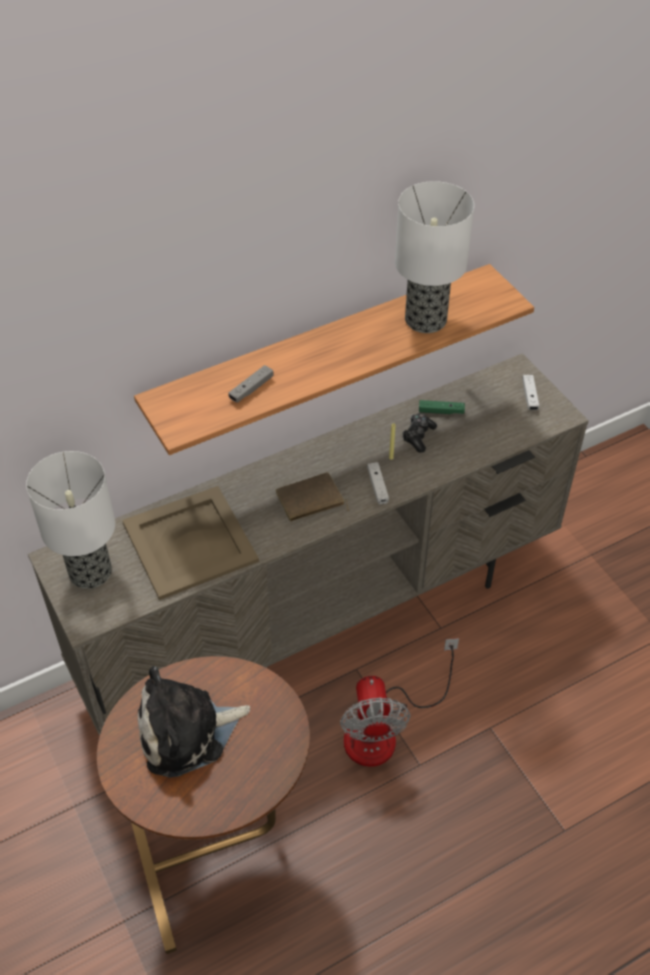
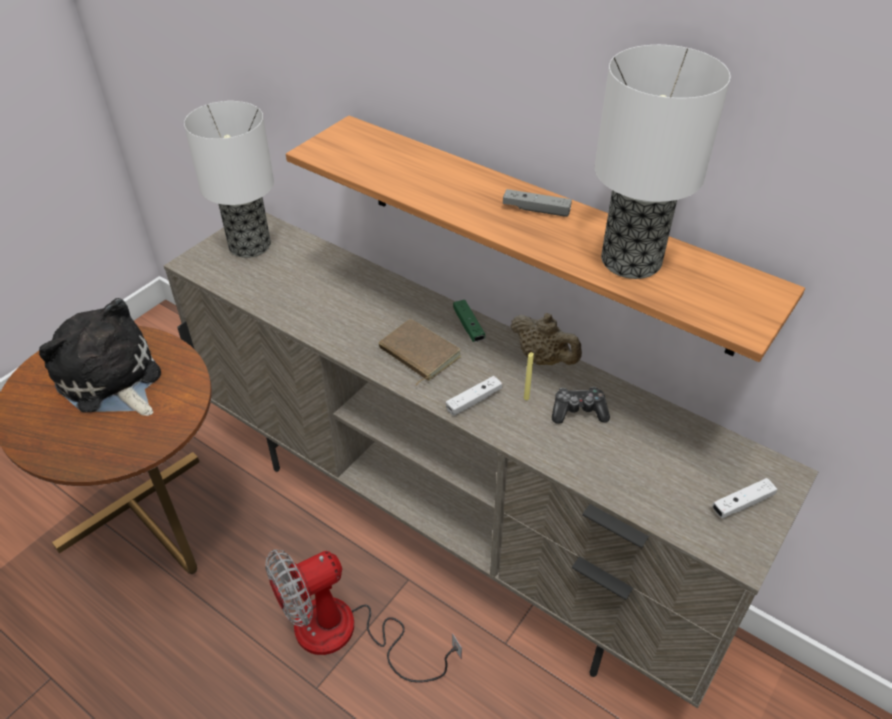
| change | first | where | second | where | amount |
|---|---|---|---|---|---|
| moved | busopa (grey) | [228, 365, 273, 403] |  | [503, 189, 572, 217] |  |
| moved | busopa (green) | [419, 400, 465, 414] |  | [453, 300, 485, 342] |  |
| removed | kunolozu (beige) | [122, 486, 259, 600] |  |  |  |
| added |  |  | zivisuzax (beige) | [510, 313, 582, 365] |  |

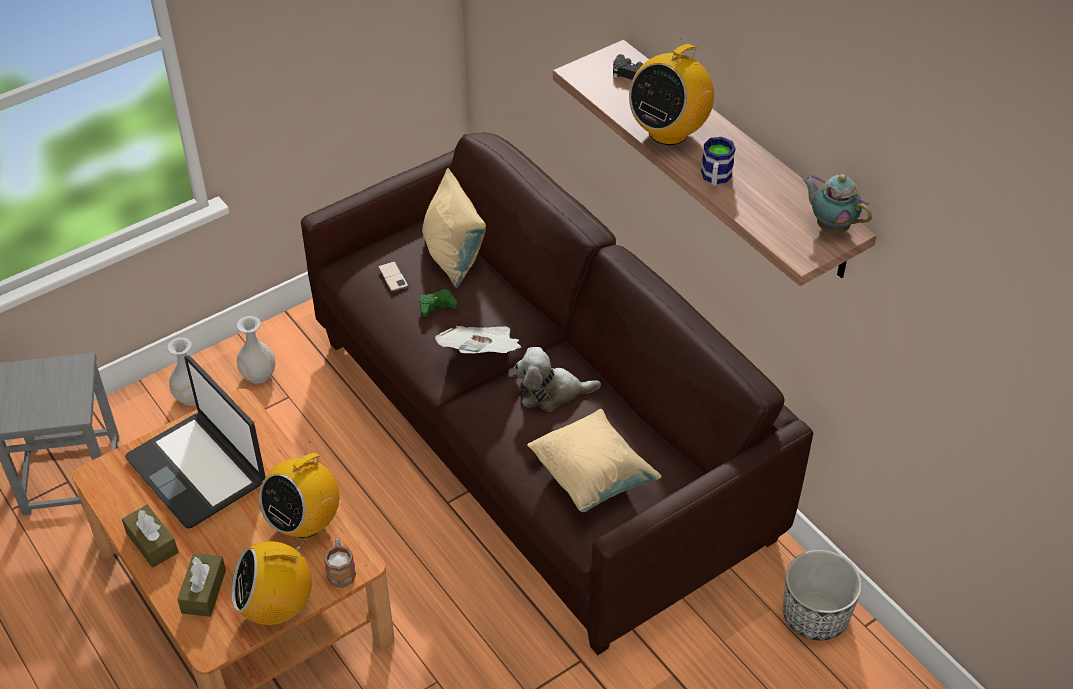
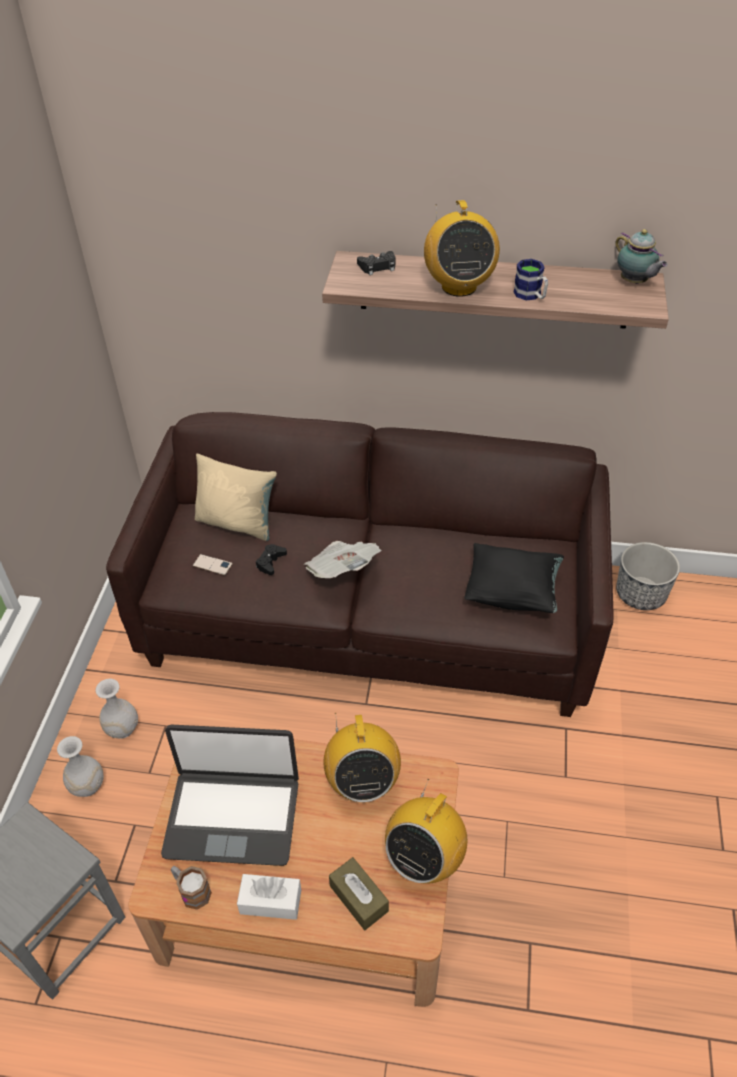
| change | first | where | second | where | amount |
|---|---|---|---|---|---|
| turned | zivisuzax | [802, 174, 872, 233] |  | [615, 229, 668, 284] | 120 degrees counterclockwise |
| recoloured | busopa (green) | [419, 289, 457, 317] | busopa (black) | [256, 544, 287, 575] |  |
| removed | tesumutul | [514, 347, 601, 412] |  |  |  |
| recoloured | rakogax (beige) | [527, 409, 661, 512] | rakogax (black) | [464, 543, 564, 613] |  |
| recoloured | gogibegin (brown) | [122, 505, 178, 568] | gogibegin (white) | [237, 874, 301, 920] |  |
| moved | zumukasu | [324, 538, 356, 588] |  | [171, 866, 212, 910] |  |

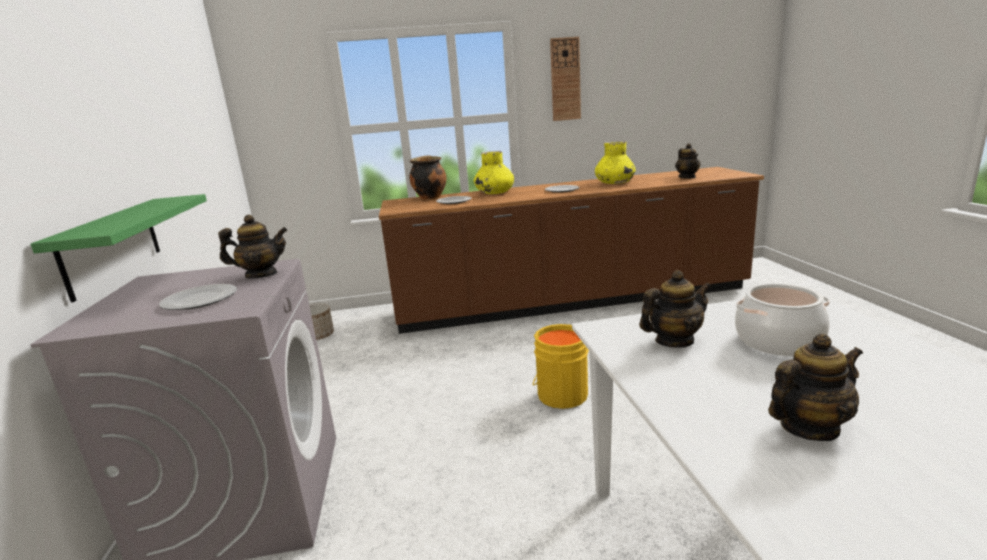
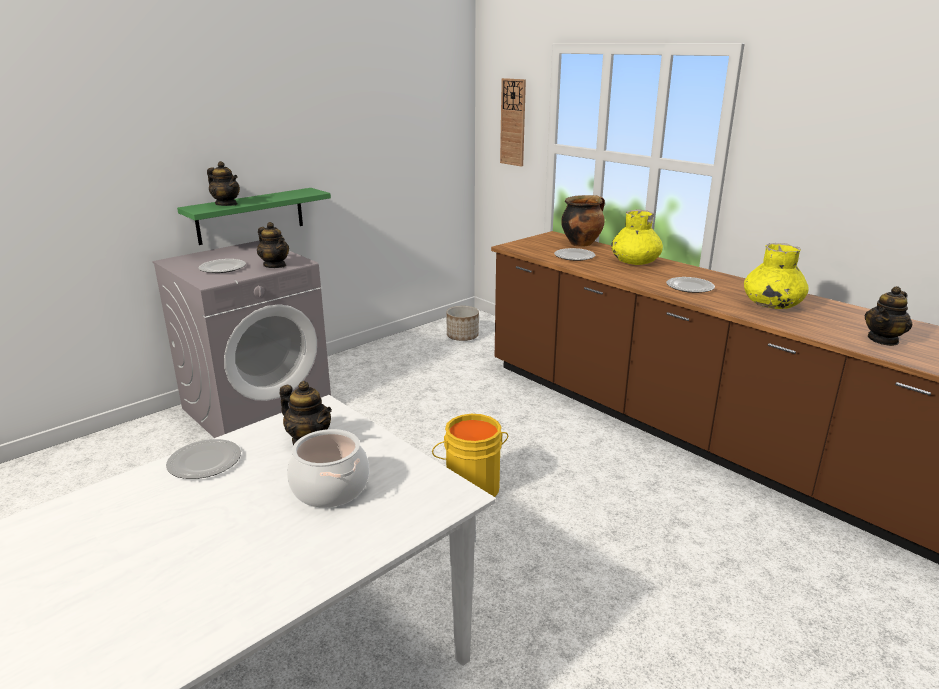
| change | first | where | second | where | amount |
|---|---|---|---|---|---|
| moved | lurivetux | [550, 37, 581, 121] |  | [500, 78, 526, 167] |  |
| moved | zivisuzax | [768, 333, 863, 441] |  | [207, 161, 240, 206] |  |
| added |  |  | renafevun | [166, 439, 241, 479] |  |

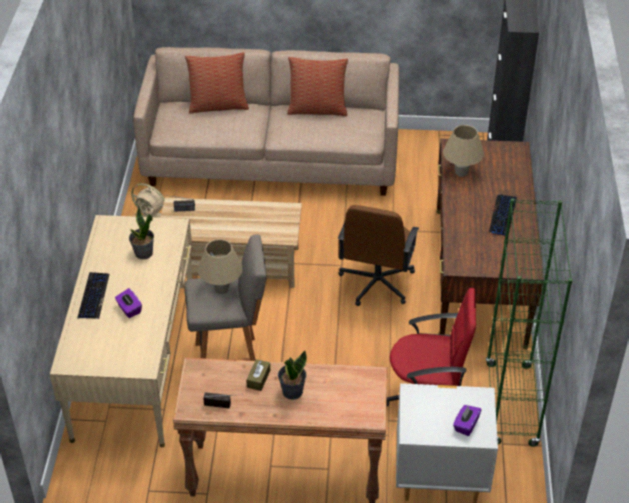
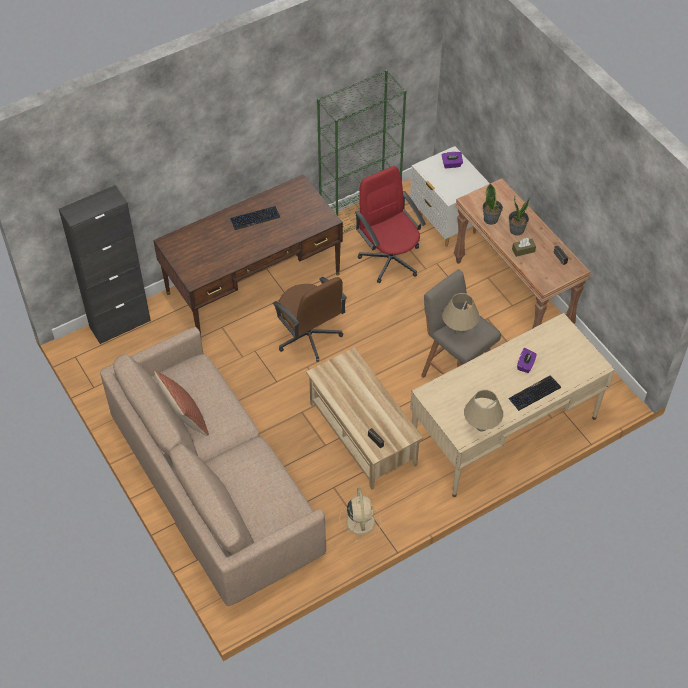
| change | first | where | second | where | amount |
|---|---|---|---|---|---|
| removed | rakogax | [185, 52, 249, 114] |  |  |  |
| moved | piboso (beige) | [443, 125, 484, 177] |  | [464, 390, 503, 432] |  |
| turned | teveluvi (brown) | [338, 205, 419, 306] |  | [272, 277, 347, 362] | 75 degrees clockwise |
| moved | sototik | [129, 206, 154, 259] |  | [483, 183, 503, 225] |  |

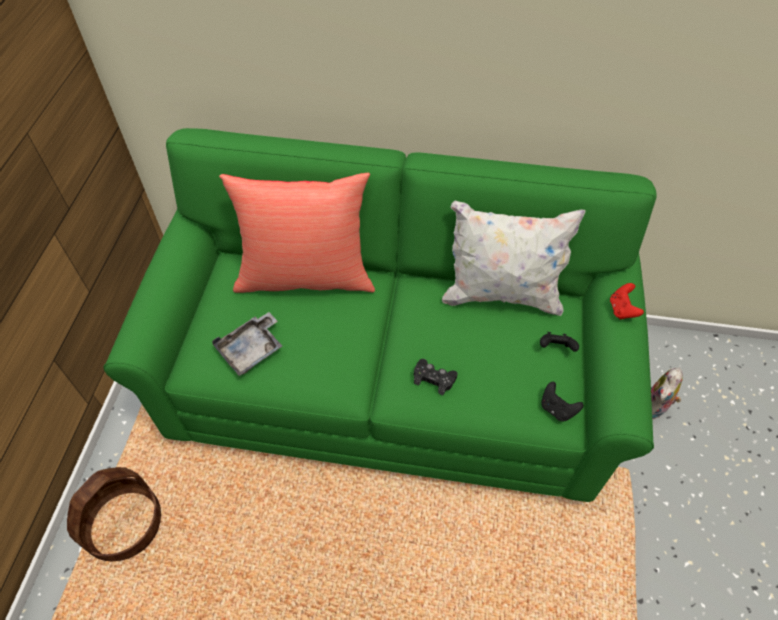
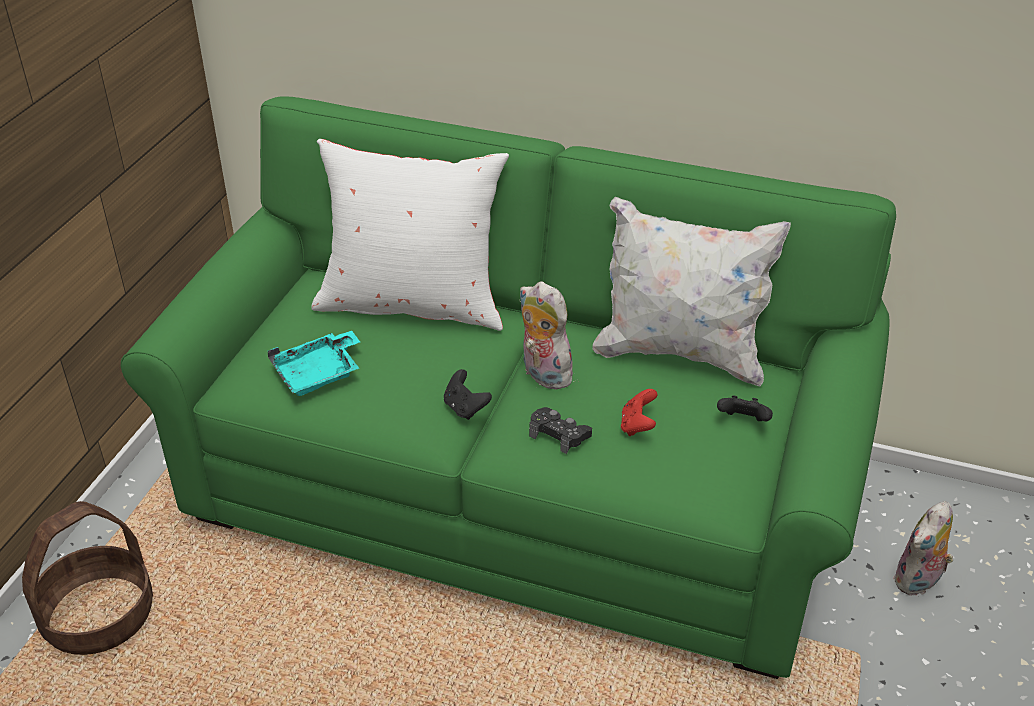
| change | first | where | second | where | amount |
|---|---|---|---|---|---|
| recoloured | rakogax (red) | [219, 173, 375, 293] | rakogax (white) | [311, 139, 509, 331] |  |
| moved | busopa (red) | [610, 283, 644, 319] |  | [621, 389, 657, 436] |  |
| recoloured | kunolozu (grey) | [212, 312, 282, 376] | kunolozu (turquoise) | [268, 331, 360, 396] |  |
| moved | busopa (black) | [541, 382, 583, 422] |  | [444, 369, 492, 420] |  |
| added |  |  | tesumutul | [520, 281, 574, 390] |  |

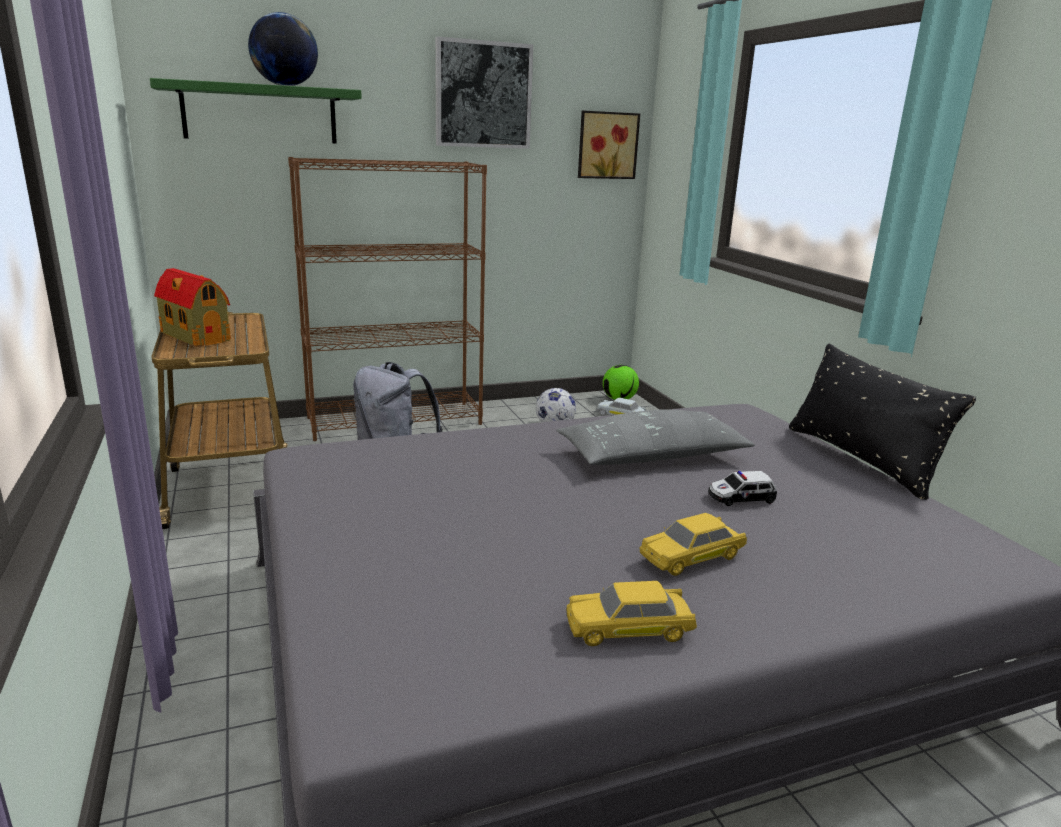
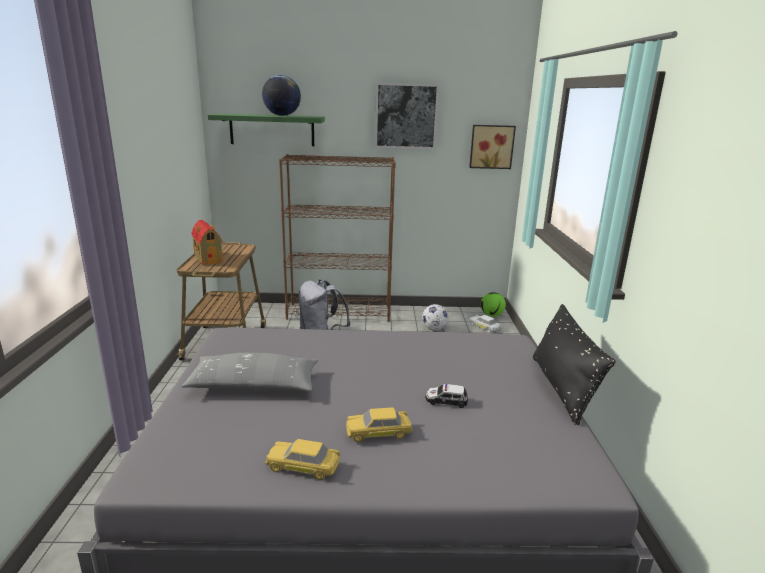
| change | first | where | second | where | amount |
|---|---|---|---|---|---|
| moved | rakogax (grey) | [556, 410, 755, 465] |  | [181, 353, 318, 391] |  |

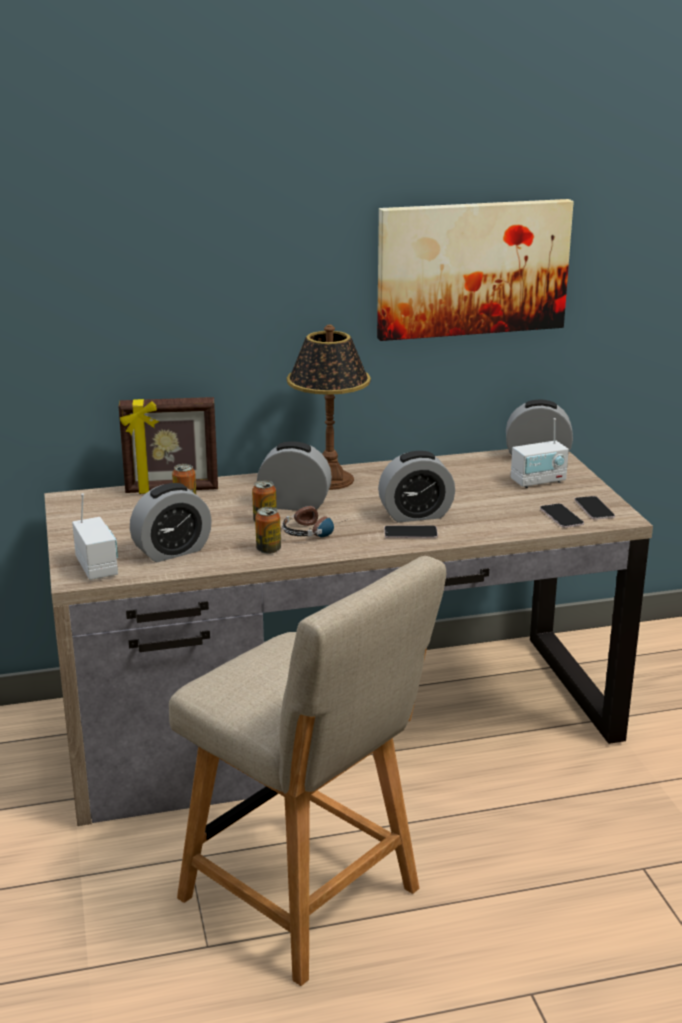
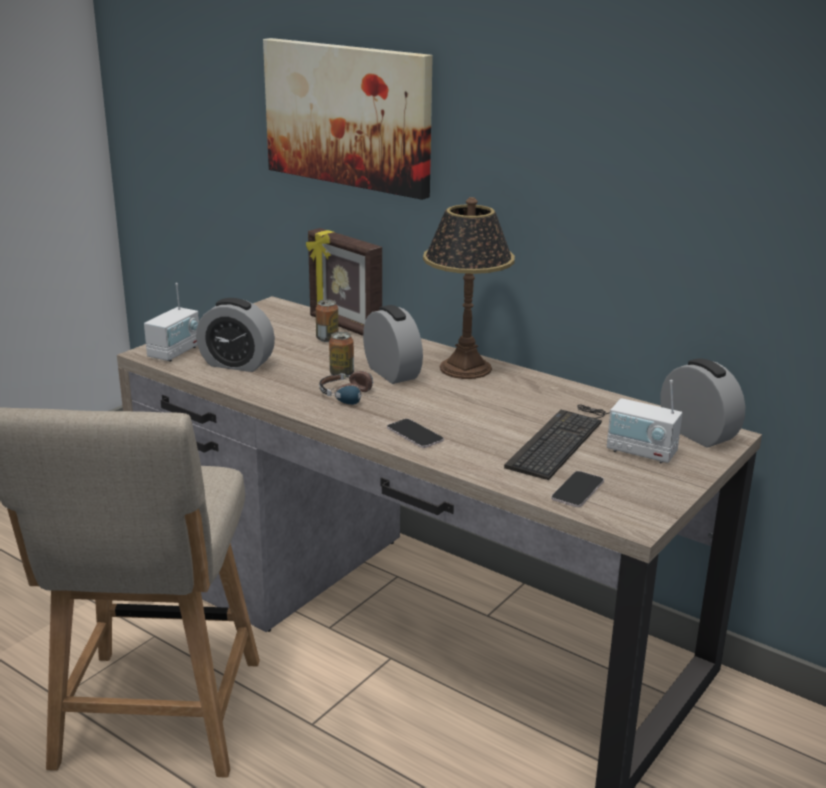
| change | first | where | second | where | amount |
|---|---|---|---|---|---|
| moved | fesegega | [377, 199, 574, 341] |  | [263, 38, 433, 200] |  |
| removed | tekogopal | [378, 451, 455, 523] |  |  |  |
| removed | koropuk | [575, 496, 615, 520] |  |  |  |
| removed | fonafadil | [255, 507, 281, 554] |  |  |  |
| added |  |  | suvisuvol | [504, 405, 610, 480] |  |

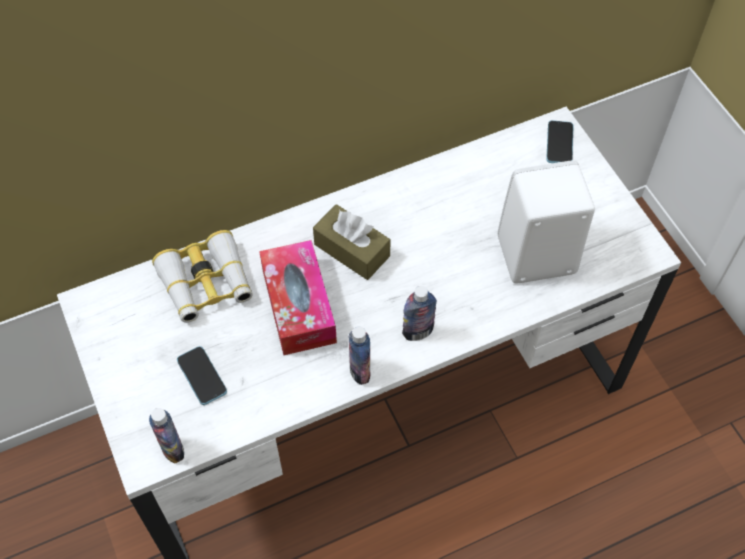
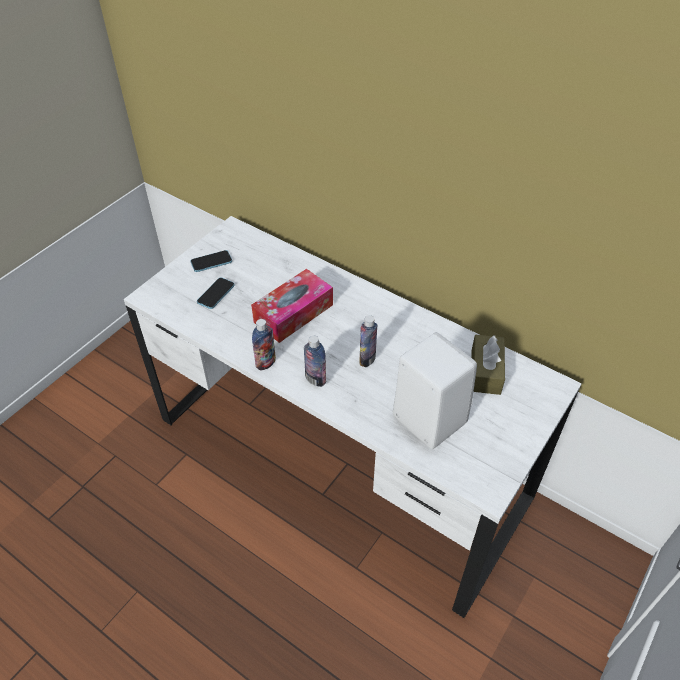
| change | first | where | second | where | amount |
|---|---|---|---|---|---|
| moved | koropuk | [546, 120, 573, 163] |  | [191, 250, 232, 272] |  |
| moved | gogibegin (brown) | [313, 204, 391, 280] |  | [471, 335, 505, 395] |  |
| removed | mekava | [152, 230, 253, 323] |  |  |  |
| moved | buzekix | [149, 408, 184, 464] |  | [359, 315, 377, 367] |  |

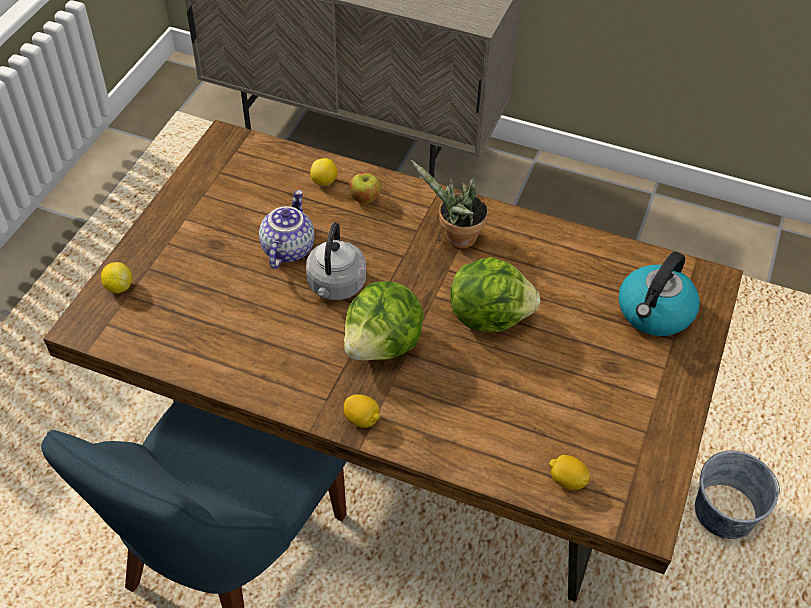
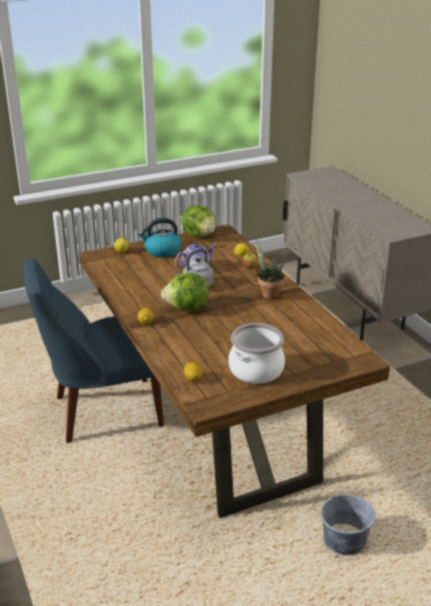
| change | first | where | second | where | amount |
|---|---|---|---|---|---|
| moved | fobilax | [619, 251, 700, 336] |  | [138, 218, 182, 258] |  |
| moved | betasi | [450, 257, 541, 332] |  | [181, 205, 216, 238] |  |
| added |  |  | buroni | [228, 323, 285, 384] |  |

